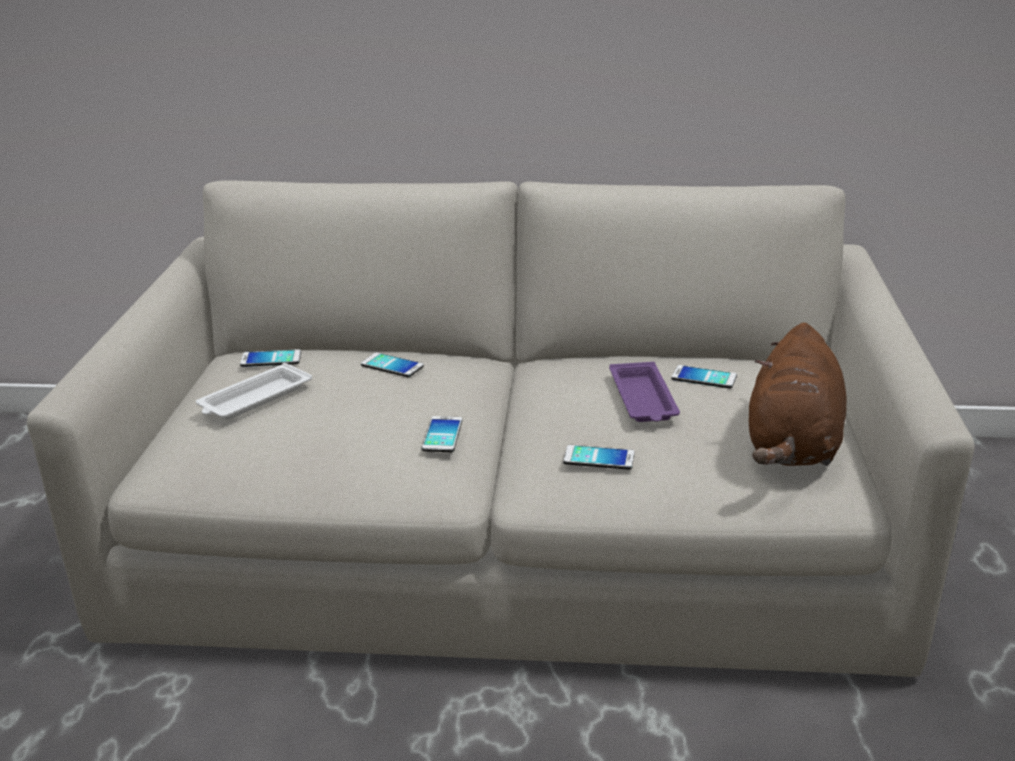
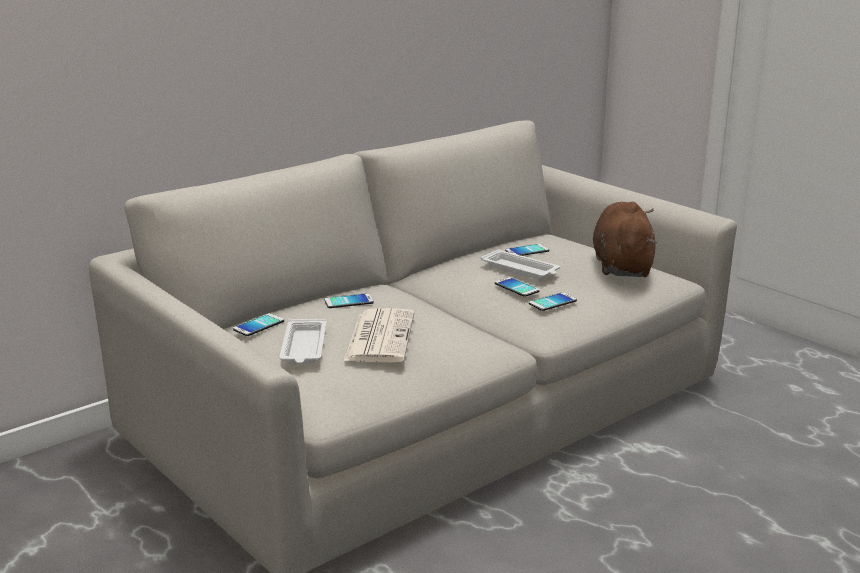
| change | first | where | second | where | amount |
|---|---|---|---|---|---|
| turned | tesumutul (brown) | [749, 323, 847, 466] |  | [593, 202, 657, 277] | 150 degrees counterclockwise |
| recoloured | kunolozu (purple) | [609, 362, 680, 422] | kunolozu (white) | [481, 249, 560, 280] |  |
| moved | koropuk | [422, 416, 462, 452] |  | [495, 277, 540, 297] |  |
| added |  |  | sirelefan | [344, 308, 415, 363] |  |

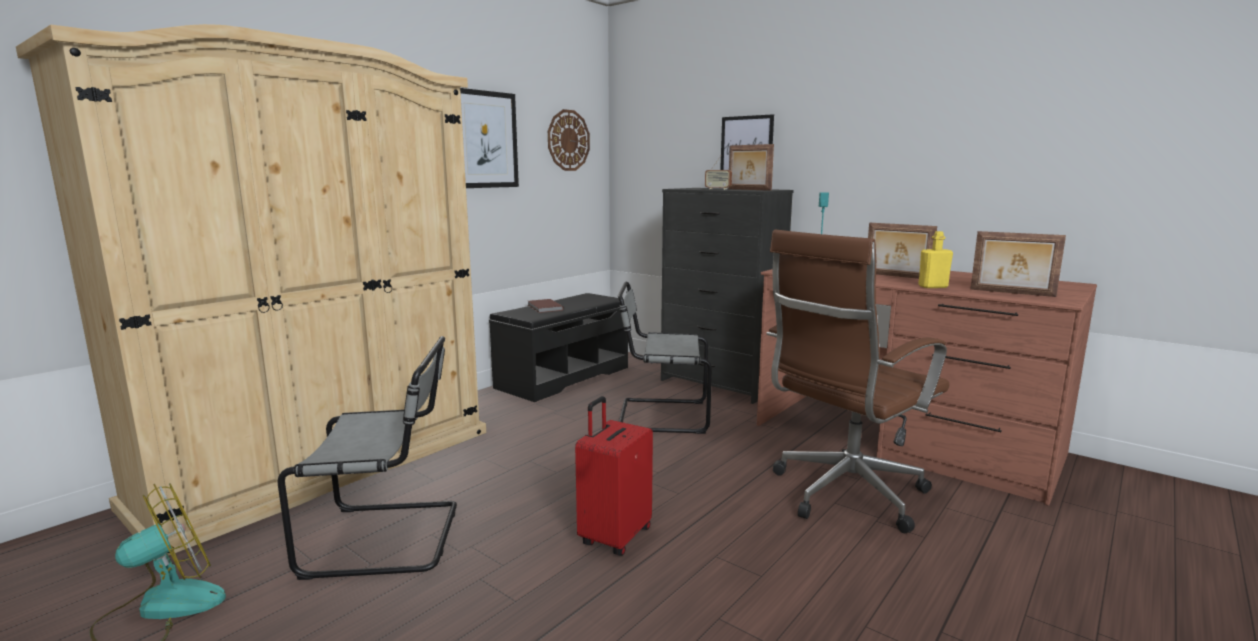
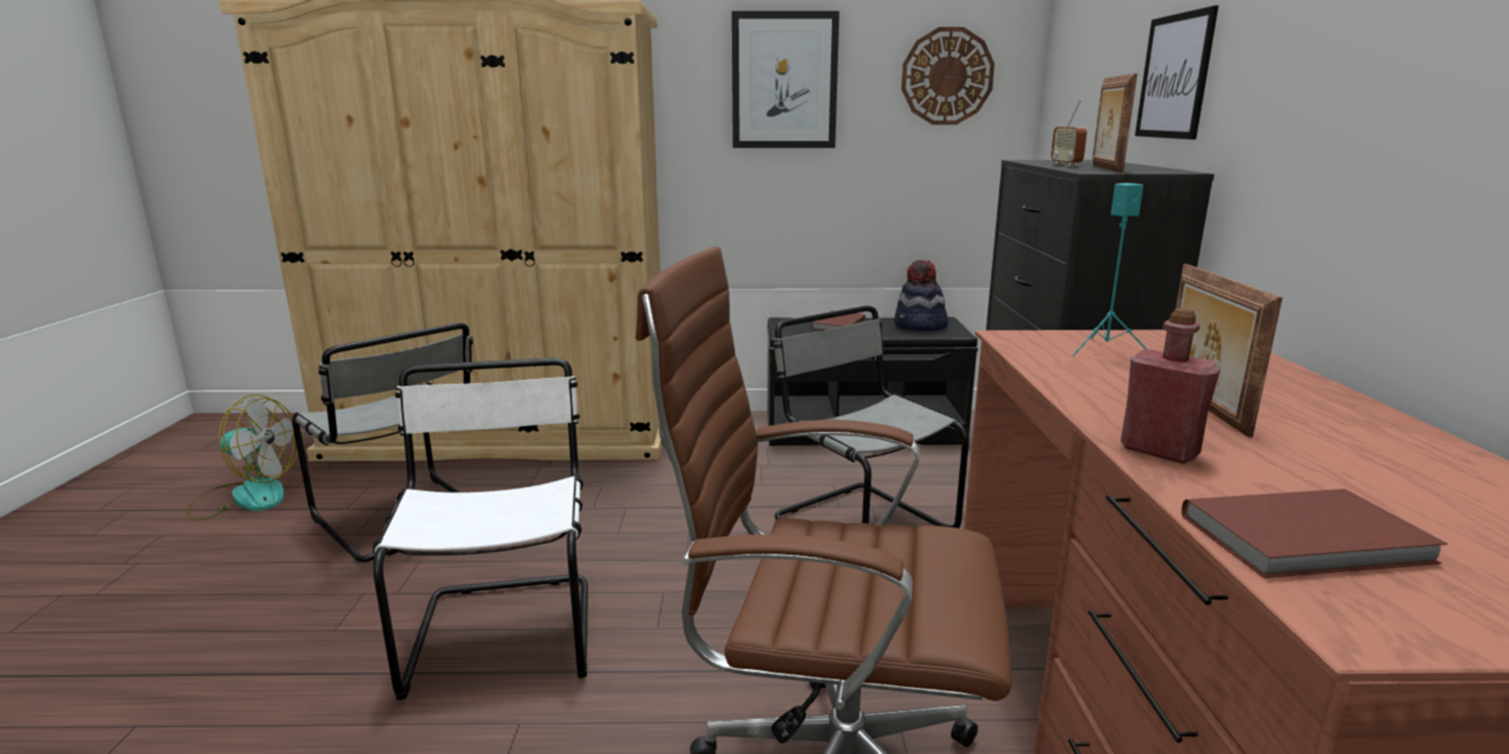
| change | first | where | second | where | amount |
|---|---|---|---|---|---|
| recoloured | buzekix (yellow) | [918, 231, 953, 288] | buzekix (red) | [1121, 308, 1220, 464] |  |
| replaced | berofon | [970, 231, 1066, 297] | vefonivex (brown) | [1182, 489, 1448, 578] |  |
| replaced | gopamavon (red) | [575, 396, 653, 556] | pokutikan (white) | [373, 358, 588, 700] |  |
| added |  |  | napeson | [894, 260, 949, 331] |  |

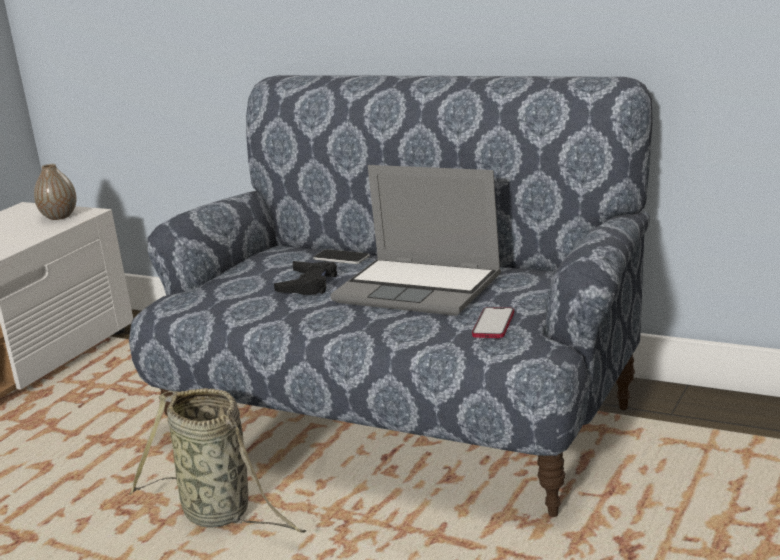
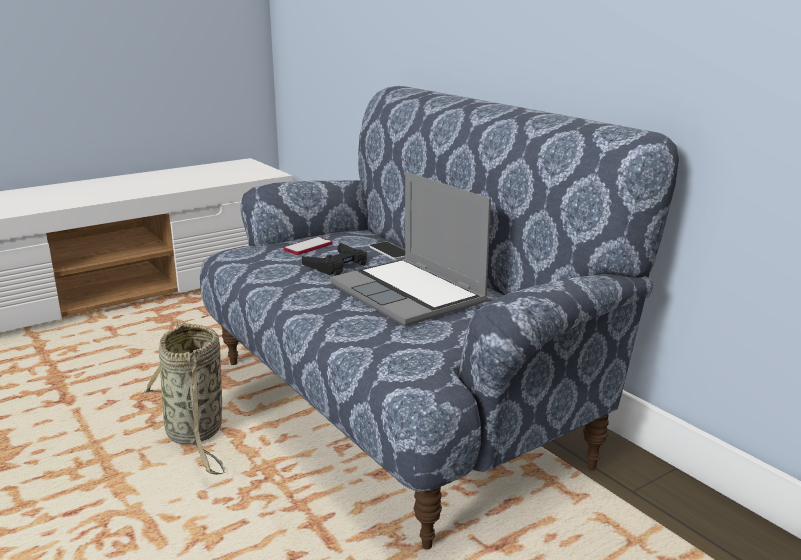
| change | first | where | second | where | amount |
|---|---|---|---|---|---|
| removed | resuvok | [34, 164, 77, 220] |  |  |  |
| moved | koropuk | [472, 307, 514, 338] |  | [284, 237, 332, 255] |  |

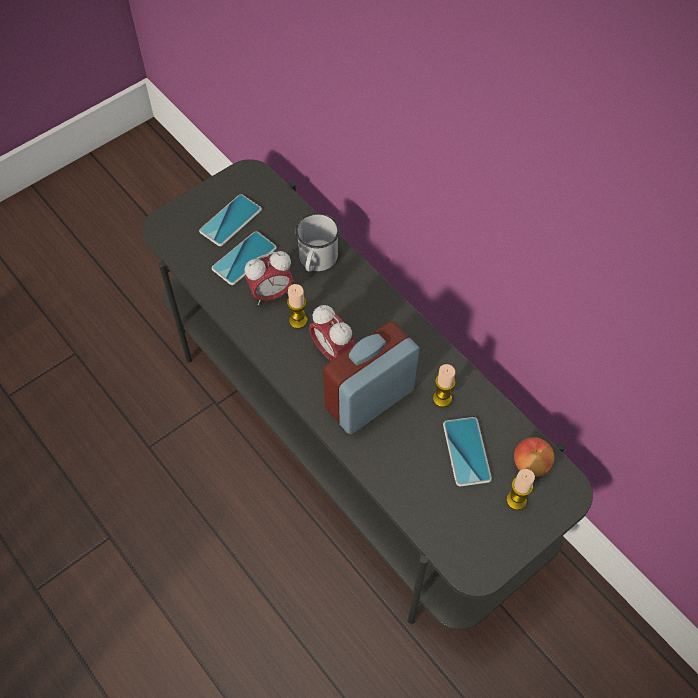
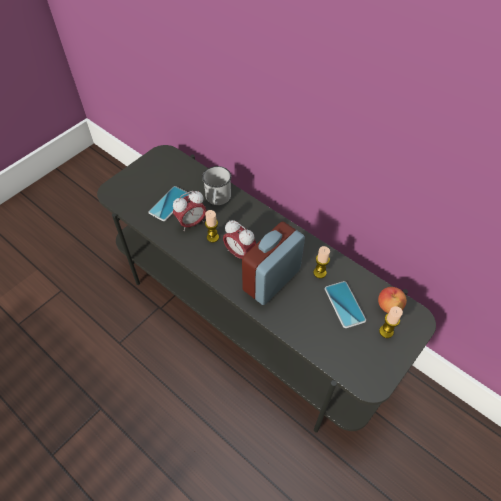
| change | first | where | second | where | amount |
|---|---|---|---|---|---|
| removed | koropuk | [199, 194, 262, 246] |  |  |  |

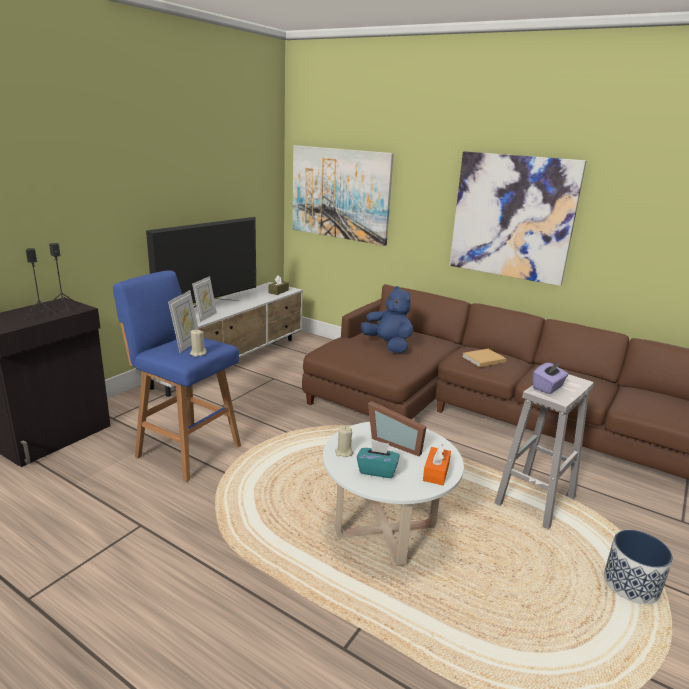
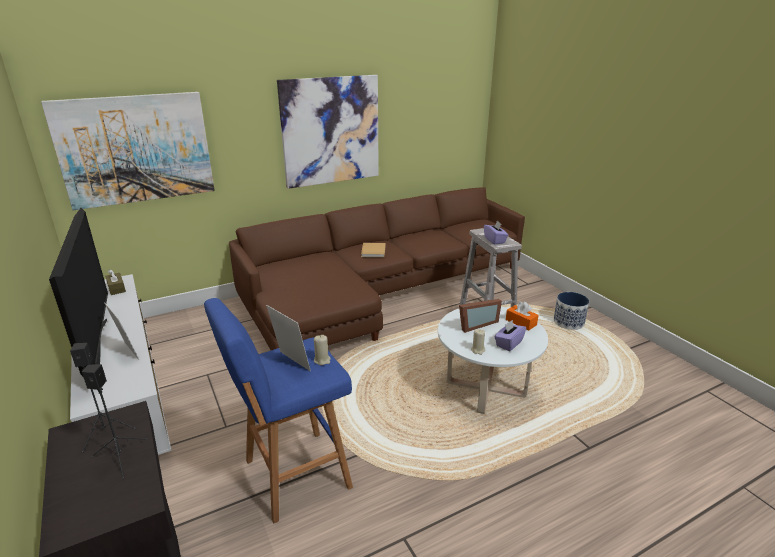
| change | first | where | second | where | amount |
|---|---|---|---|---|---|
| removed | tesumutul (blue) | [361, 286, 413, 353] |  |  |  |
| recoloured | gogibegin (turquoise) | [357, 440, 400, 478] | gogibegin (purple) | [494, 320, 526, 351] |  |

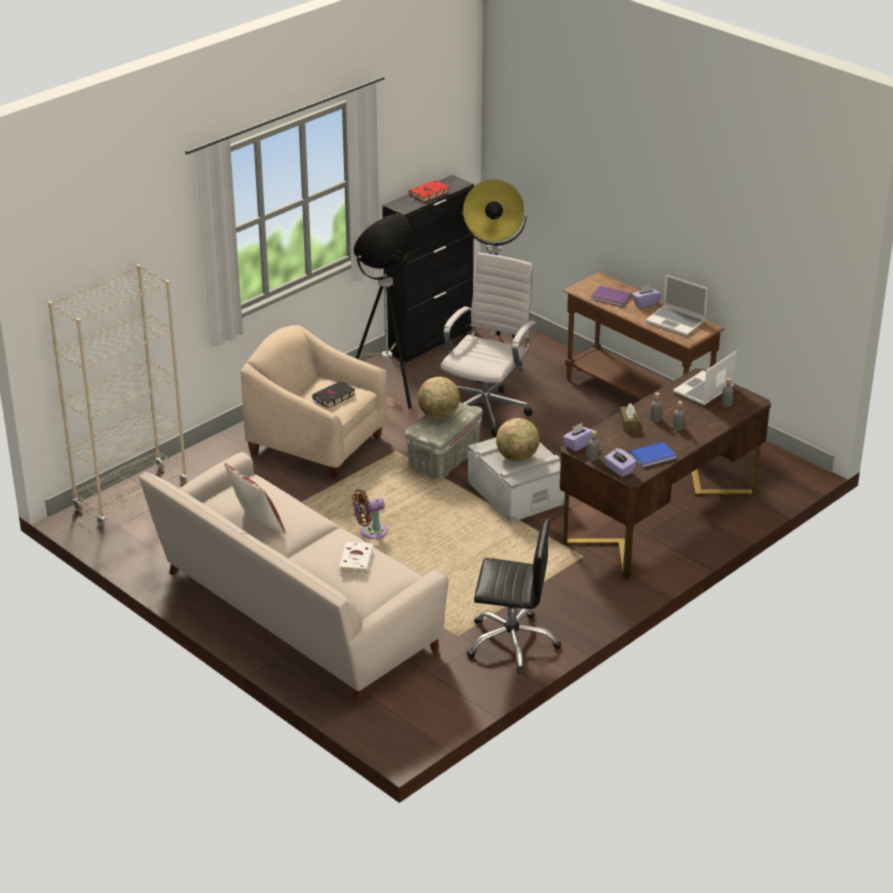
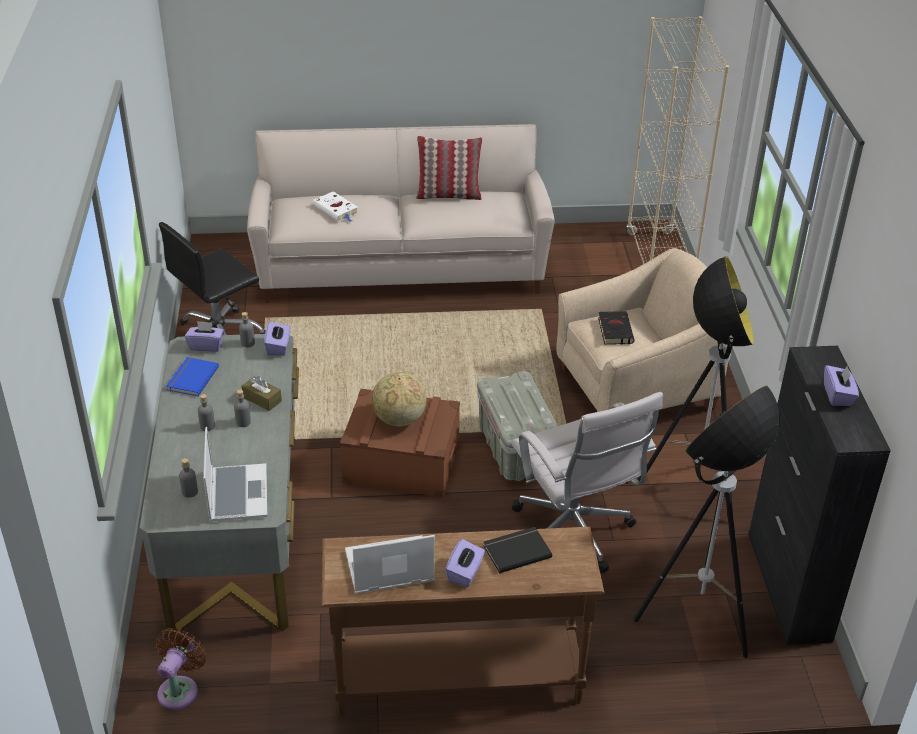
| change | first | where | second | where | amount |
|---|---|---|---|---|---|
| replaced | vefonivex (red) | [409, 180, 449, 202] | gogibegin (purple) | [824, 365, 859, 406] |  |
| recoloured | vefonivex (purple) | [591, 286, 632, 307] | vefonivex (black) | [483, 527, 552, 573] |  |
| recoloured | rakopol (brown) | [560, 369, 771, 578] | rakopol (grey) | [140, 334, 299, 636] |  |
| removed | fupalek | [418, 377, 460, 419] |  |  |  |
| recoloured | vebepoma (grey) | [467, 438, 565, 523] | vebepoma (brown) | [340, 389, 460, 498] |  |
| moved | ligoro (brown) | [352, 490, 388, 539] |  | [156, 628, 206, 710] |  |

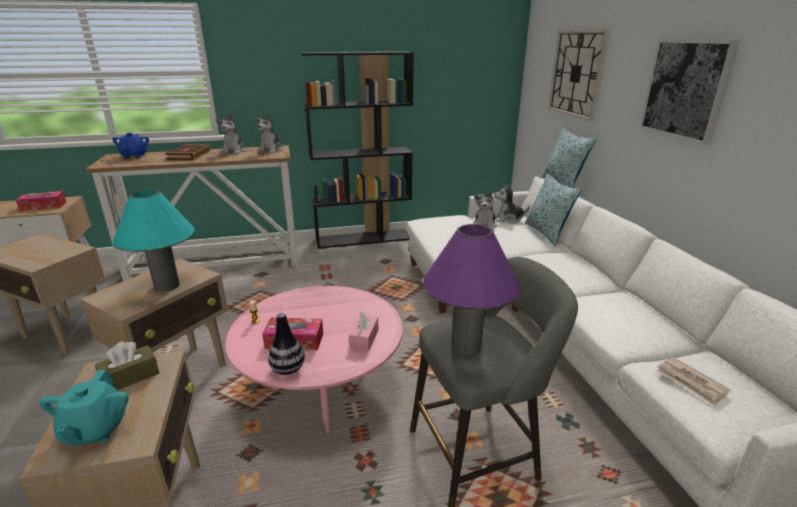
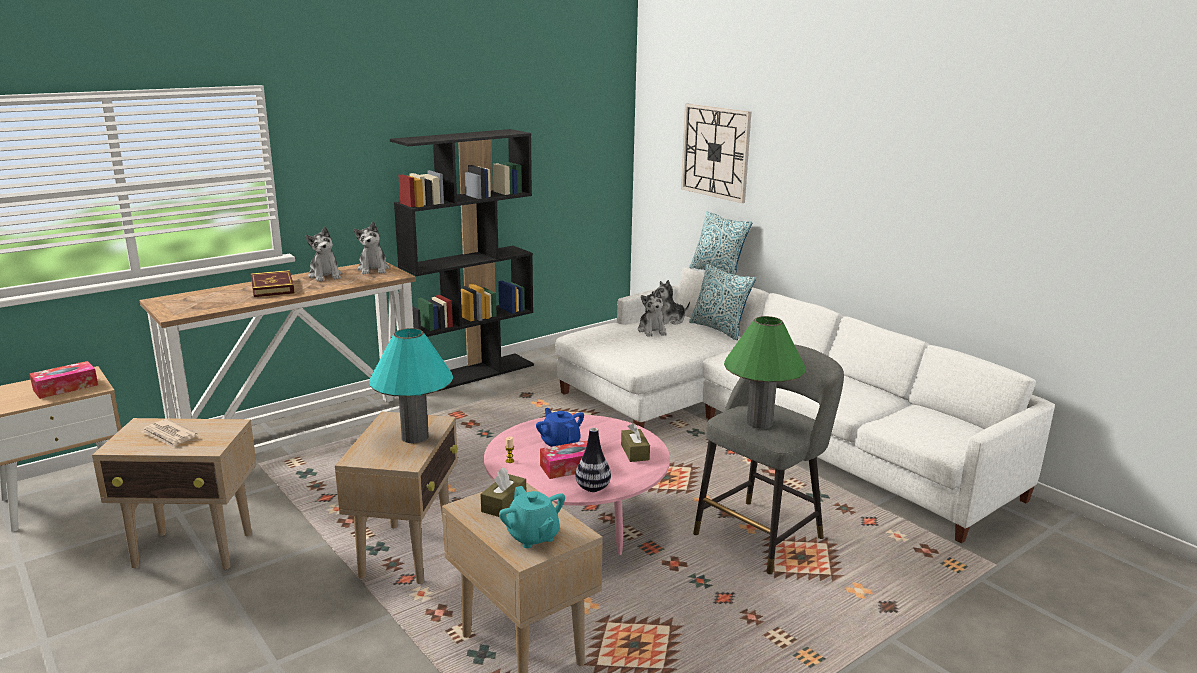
| change | first | where | second | where | amount |
|---|---|---|---|---|---|
| removed | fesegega | [639, 39, 740, 145] |  |  |  |
| moved | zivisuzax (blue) | [112, 133, 149, 158] |  | [536, 408, 584, 447] |  |
| recoloured | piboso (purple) | [423, 224, 521, 354] | piboso (green) | [724, 316, 806, 429] |  |
| recoloured | gogibegin (pink) | [349, 312, 378, 351] | gogibegin (brown) | [621, 423, 650, 462] |  |
| moved | sirelefan | [657, 357, 730, 406] |  | [141, 419, 197, 448] |  |

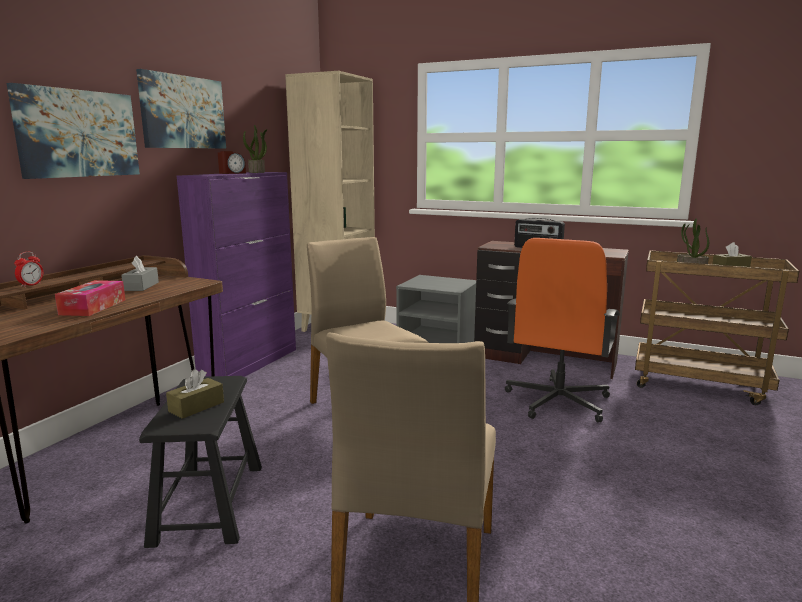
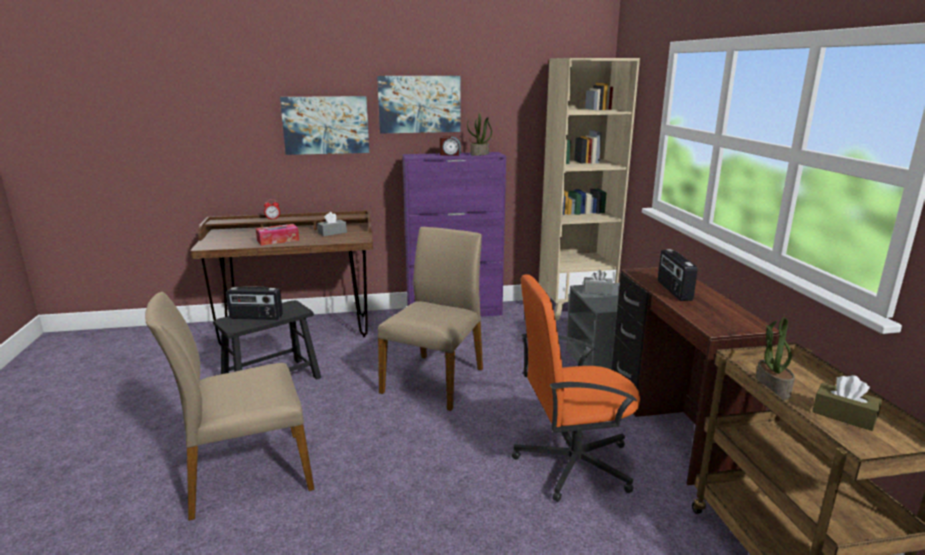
| change | first | where | second | where | amount |
|---|---|---|---|---|---|
| replaced | gogibegin (brown) | [166, 369, 224, 419] | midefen | [226, 286, 283, 320] |  |
| added |  |  | gogibegin (grey) | [583, 270, 613, 295] |  |

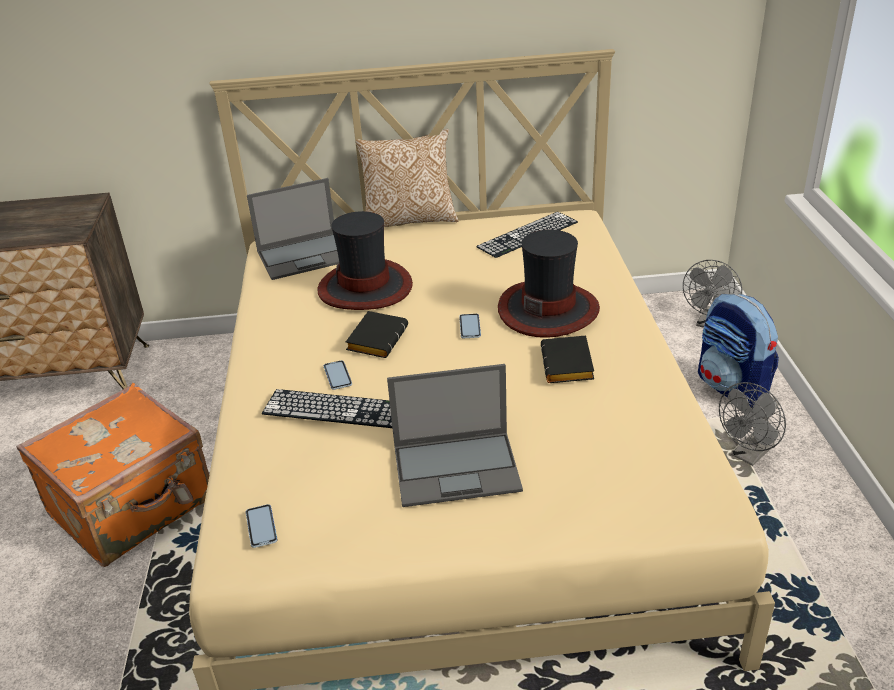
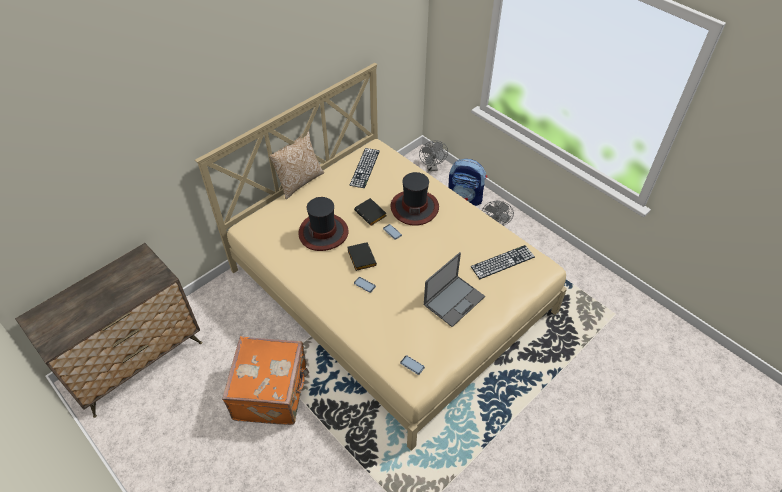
| change | first | where | second | where | amount |
|---|---|---|---|---|---|
| removed | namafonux | [247, 178, 339, 280] |  |  |  |
| moved | vefonivex (black) | [541, 336, 594, 383] |  | [354, 198, 386, 226] |  |
| moved | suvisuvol | [262, 389, 392, 428] |  | [471, 245, 535, 279] |  |

